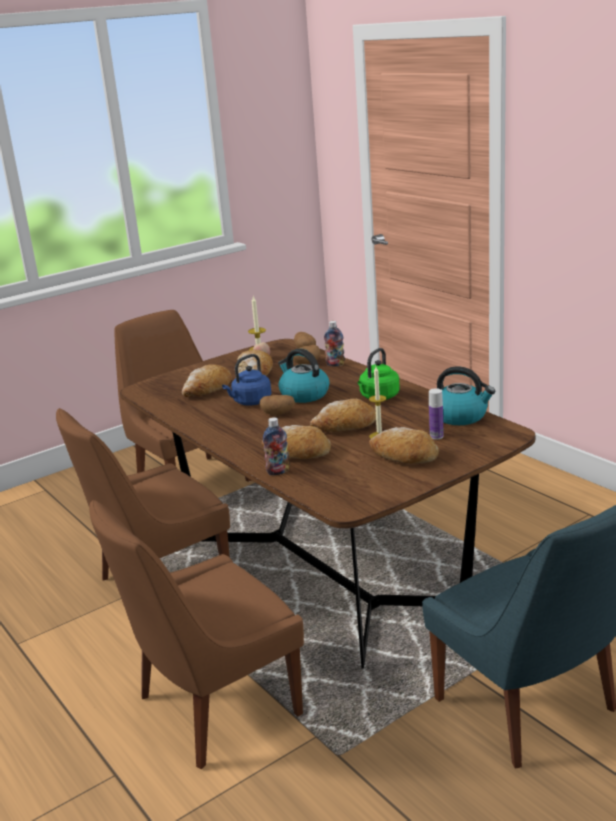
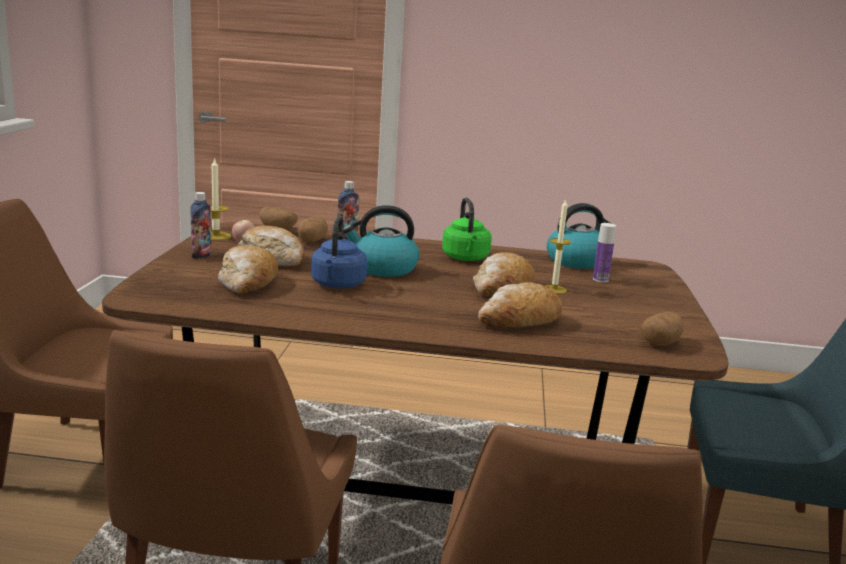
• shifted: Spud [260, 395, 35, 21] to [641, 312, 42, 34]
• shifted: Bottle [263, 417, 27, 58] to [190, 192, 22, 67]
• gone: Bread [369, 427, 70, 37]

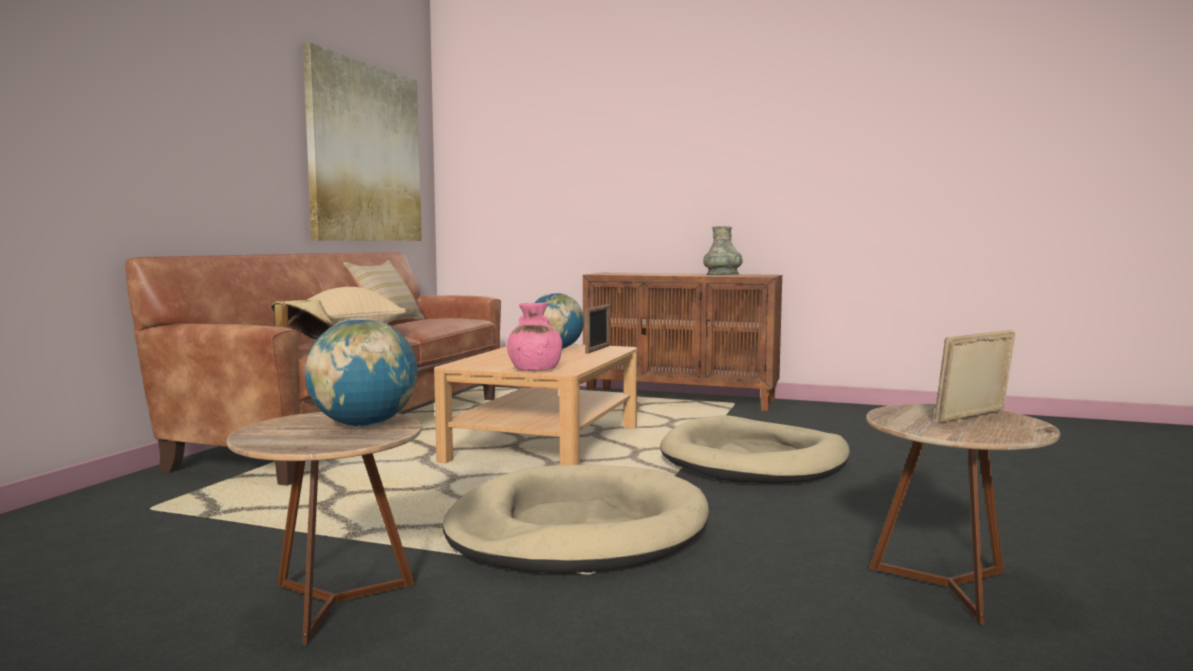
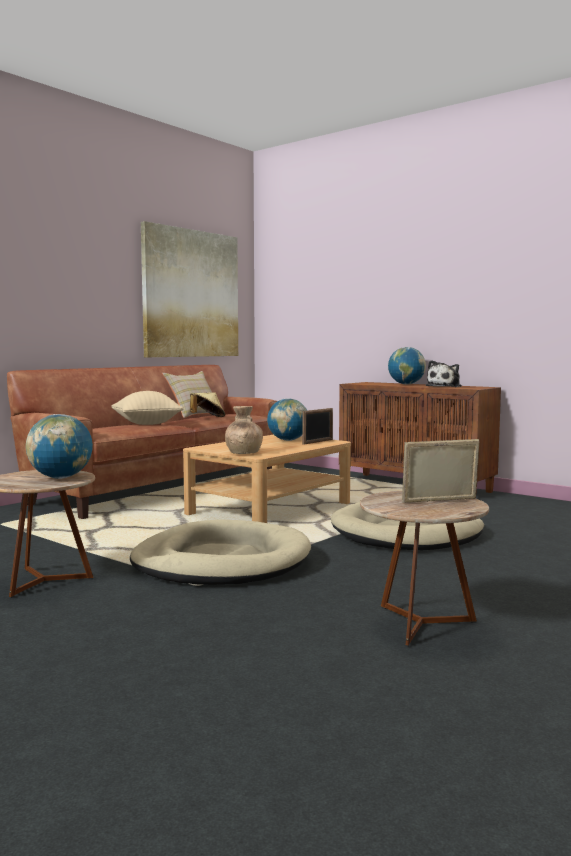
• shifted: BeigeWearableHat [271, 299, 63, 41] to [190, 393, 35, 24]
• repainted: PinkColouredFlowerVase [507, 303, 55, 68] to BrownColouredFlowerVase [225, 406, 38, 48]
• swapped: GrayFlowerVase [703, 226, 39, 49] to PlushToy [426, 360, 36, 27]
• new: DeskGlobe [388, 347, 38, 38]

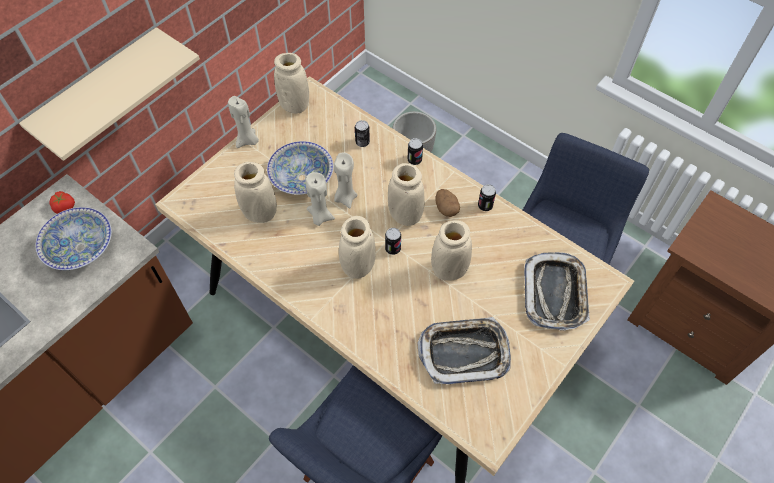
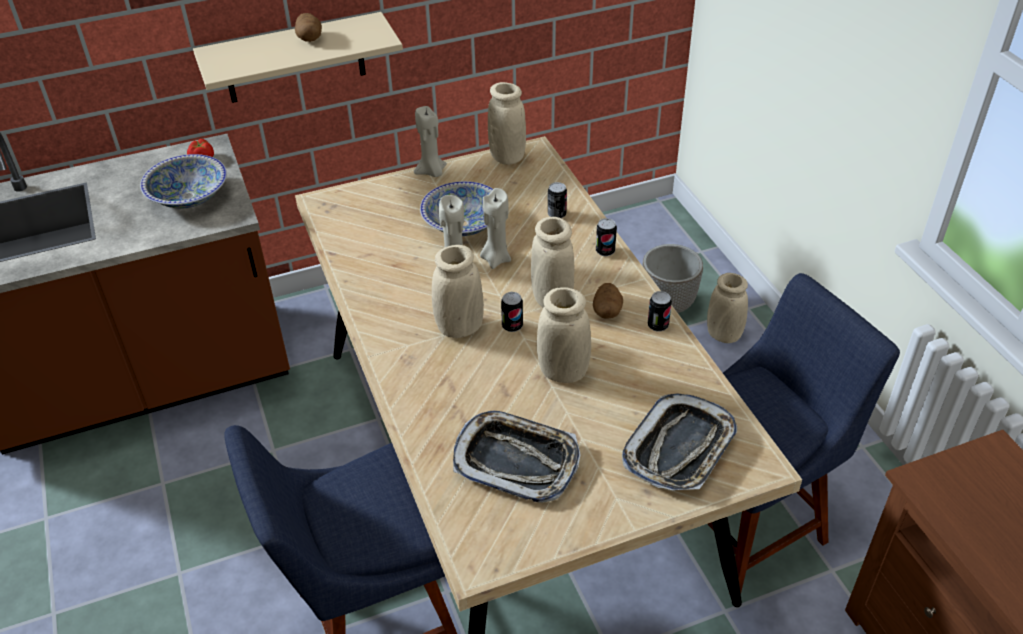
• shifted: BeigeFlowerVase [234, 162, 43, 61] to [707, 273, 41, 70]
• new: Spud [295, 13, 27, 29]

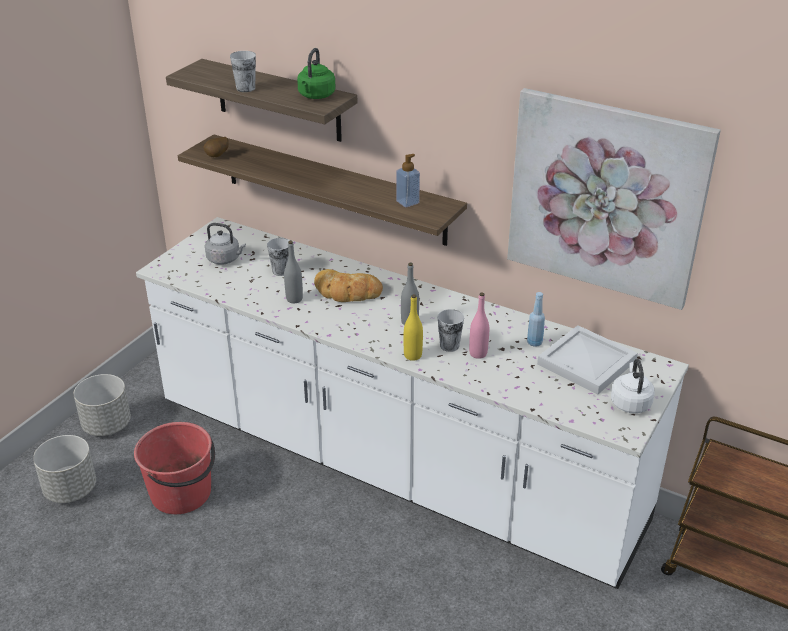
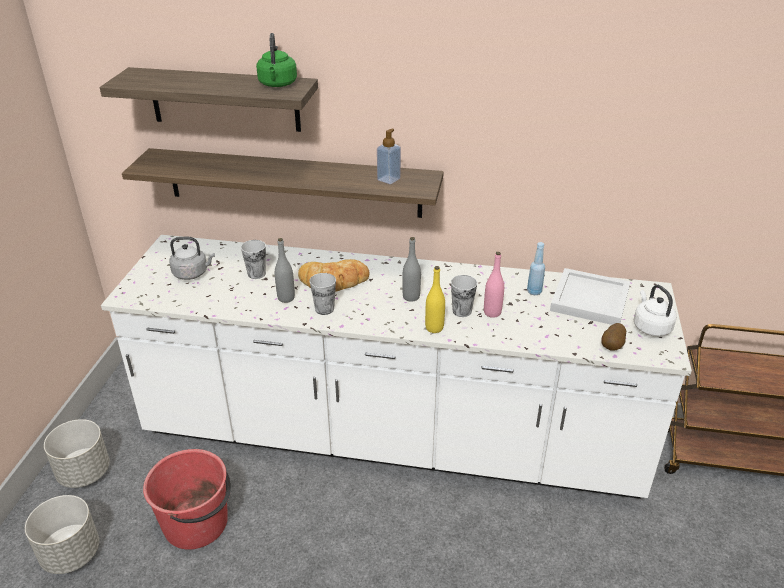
• shifted: Spud [204, 137, 25, 20] to [601, 323, 25, 28]
• shifted: SmallCup [230, 51, 26, 41] to [309, 273, 27, 42]
• gone: WallArt [507, 88, 214, 222]

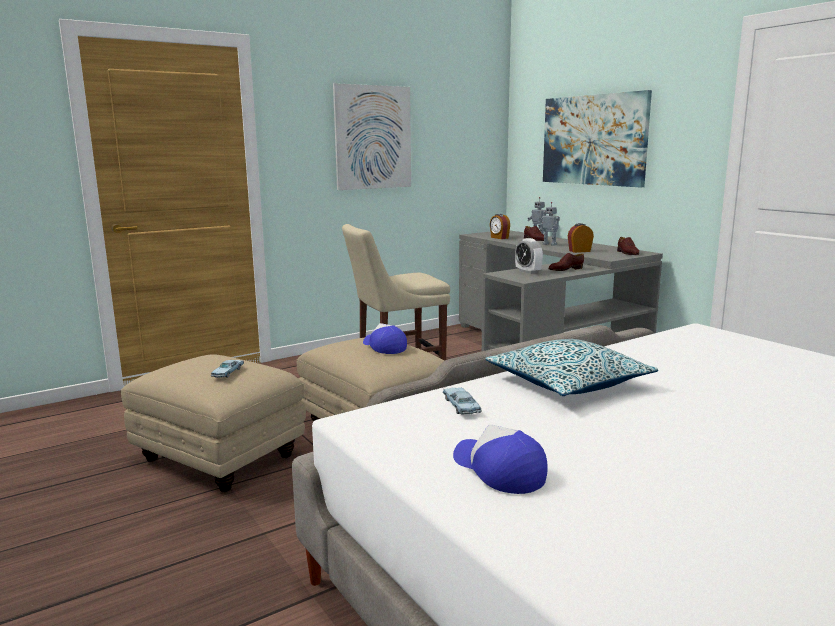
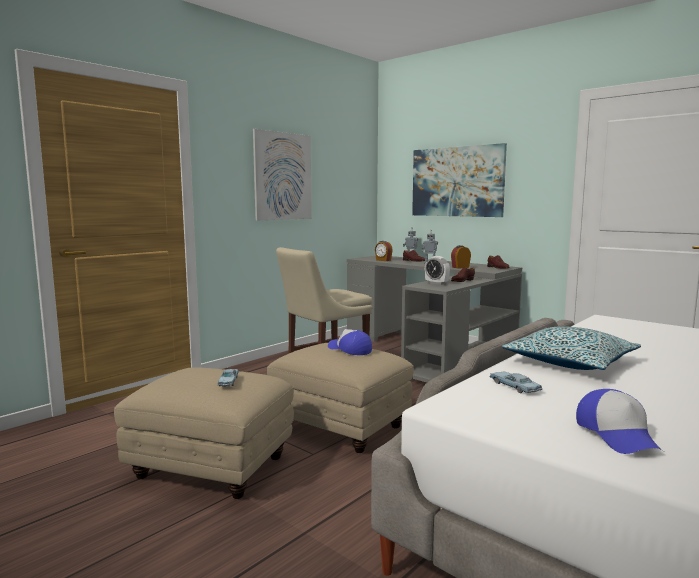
• rotated: PeakedCap [453, 424, 95, 70] = [576, 389, 86, 65] 135 degrees counterclockwise

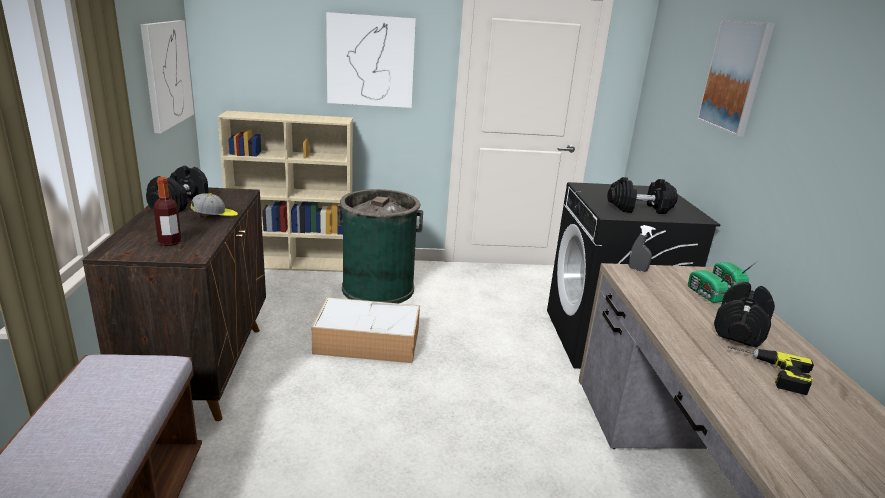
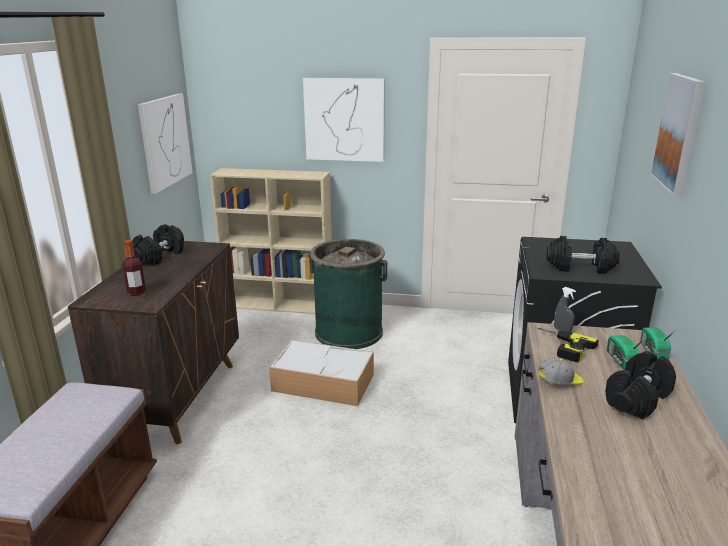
• shifted: PeakedCap [191, 193, 47, 23] to [537, 357, 47, 28]
• shifted: PowerDrill [728, 346, 86, 49] to [538, 328, 61, 34]

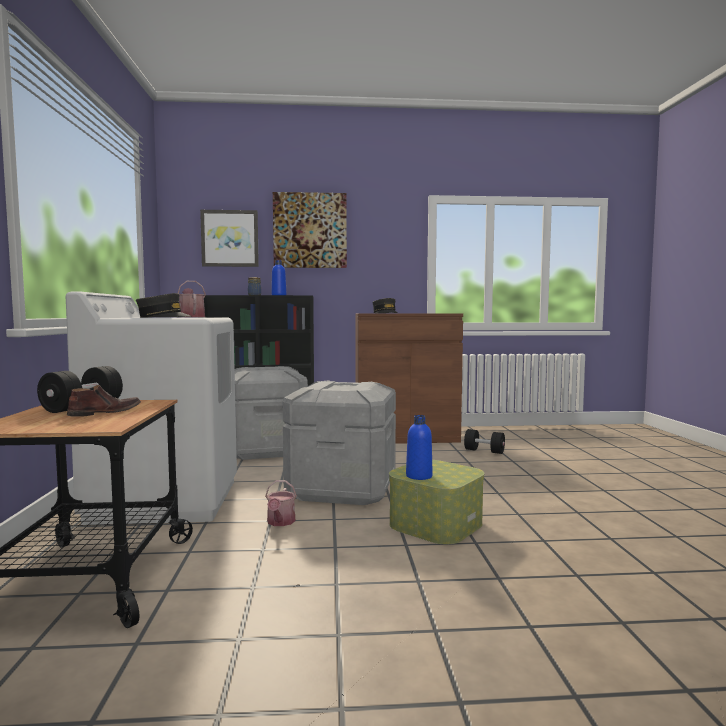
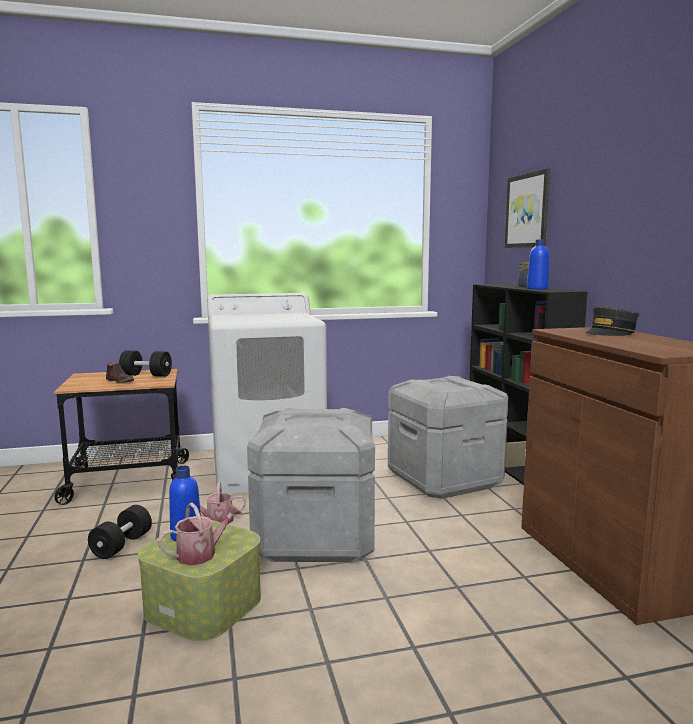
• gone: GrayPeakedCap [136, 293, 56, 25]
• shifted: WateringPot [178, 281, 28, 36] to [158, 503, 84, 63]
• gone: WallArt [273, 192, 74, 76]
• shifted: BlackFreeWeight [464, 429, 41, 25] to [88, 505, 64, 54]

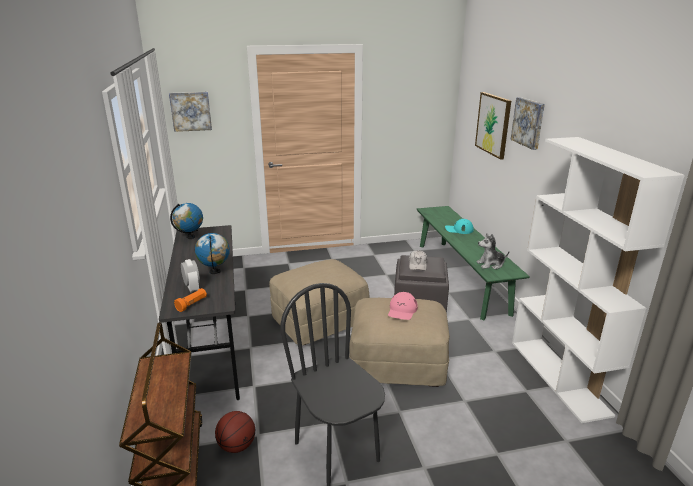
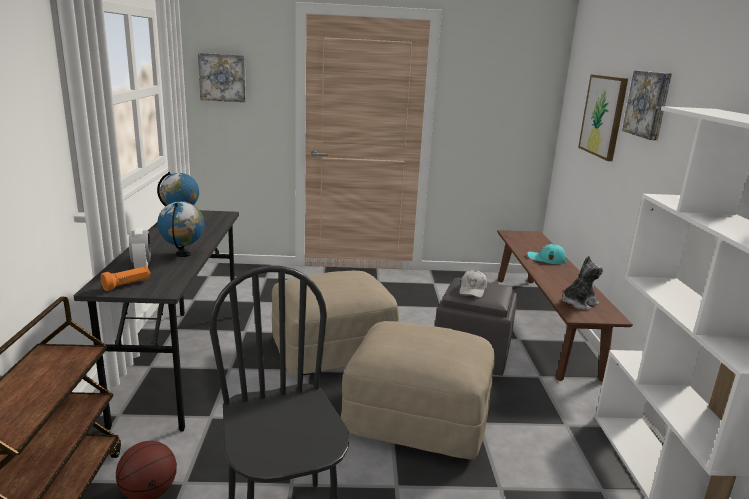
• gone: PinkColouredPeakedCap [388, 292, 30, 28]
• repainted: GreenLongSeat [417, 206, 113, 114] to BrownColouredLongSeat [497, 230, 136, 152]
• rotated: PlushToy [477, 233, 33, 36] = [562, 255, 41, 54] 150 degrees clockwise

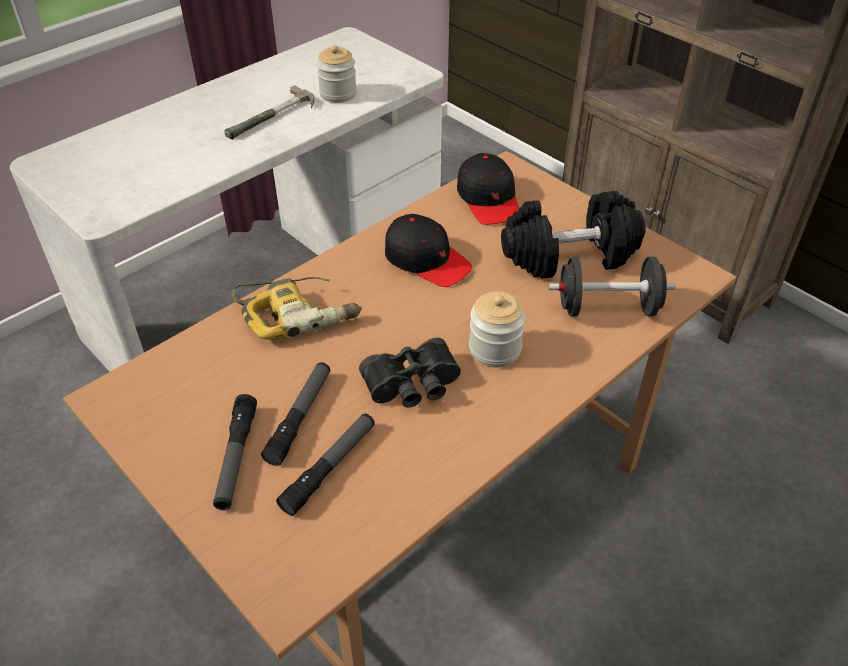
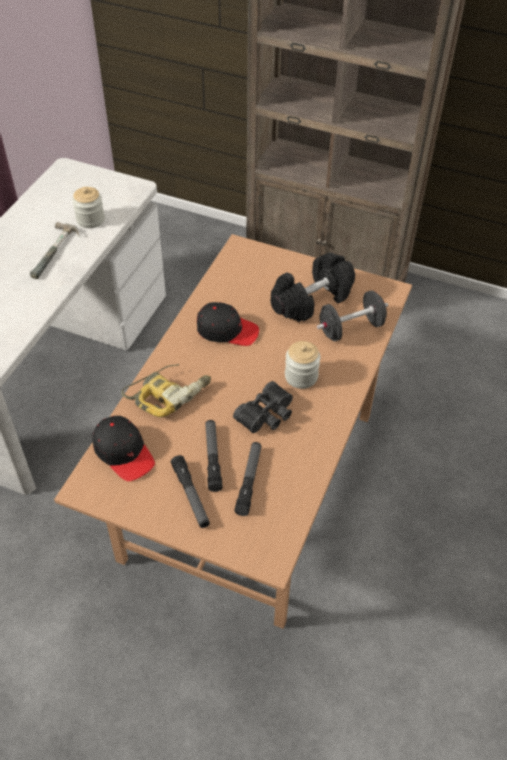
• shifted: BlackPeakedCap [457, 153, 62, 72] to [92, 416, 63, 65]

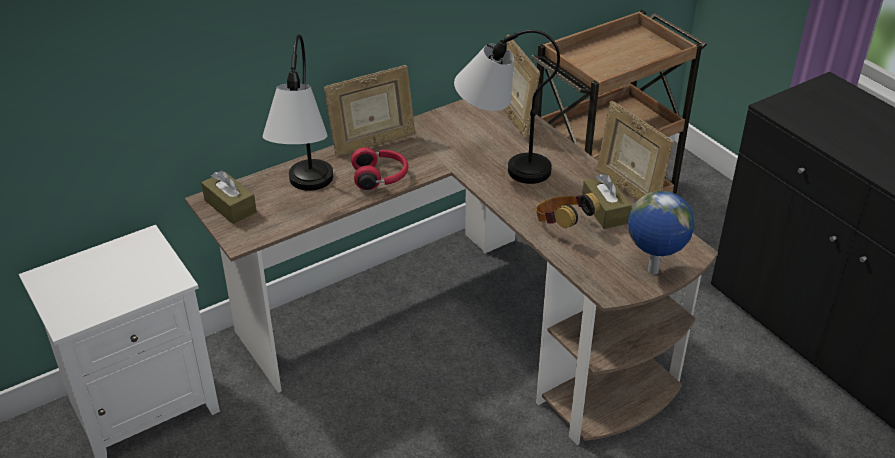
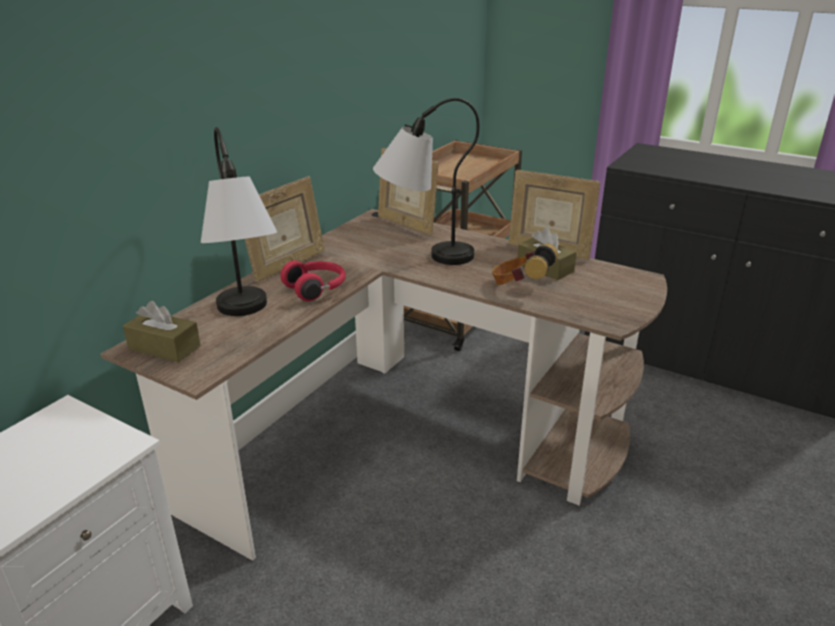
• gone: DeskGlobe [628, 191, 67, 83]

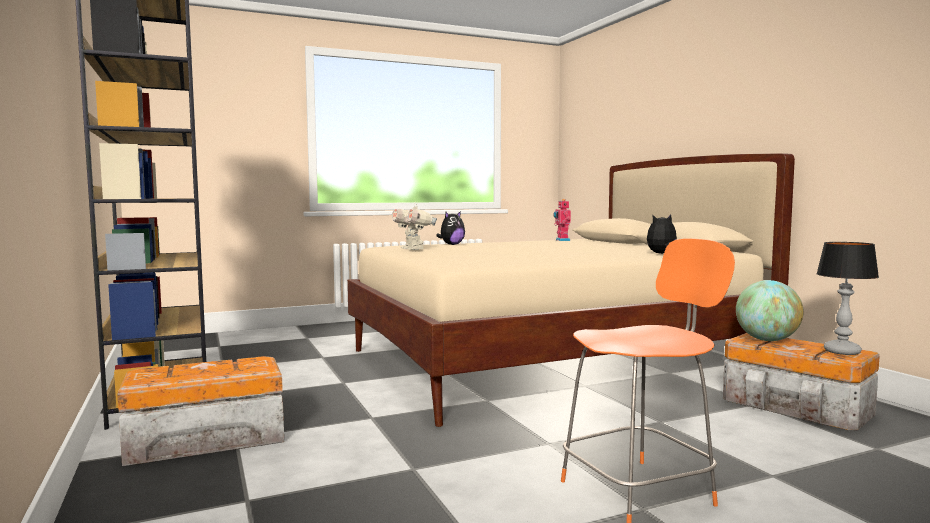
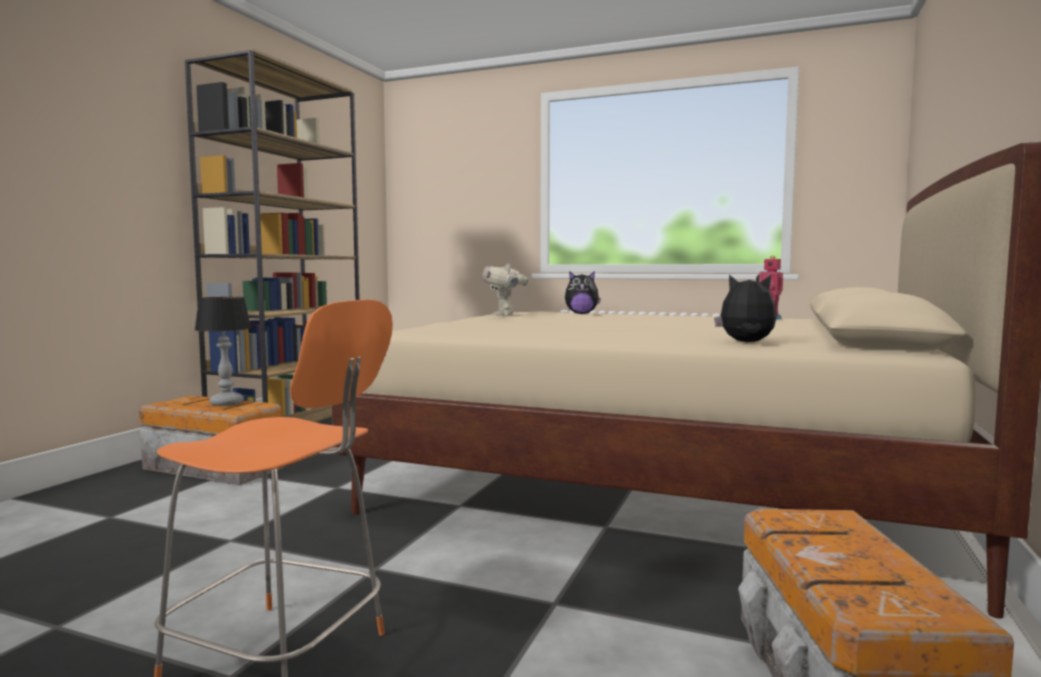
• gone: DeskGlobe [736, 280, 67, 61]
• shifted: TabletopLamp [816, 242, 63, 113] to [194, 297, 57, 109]

